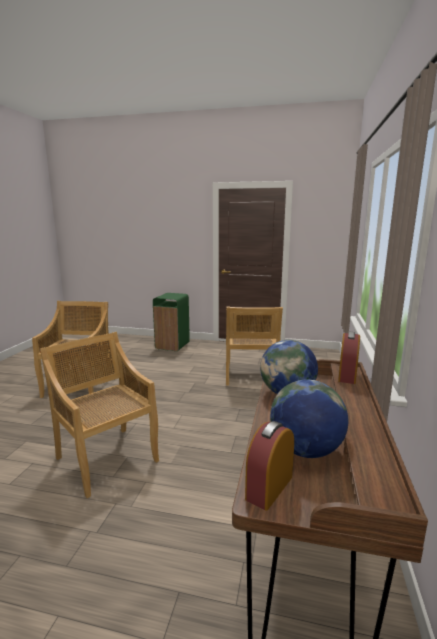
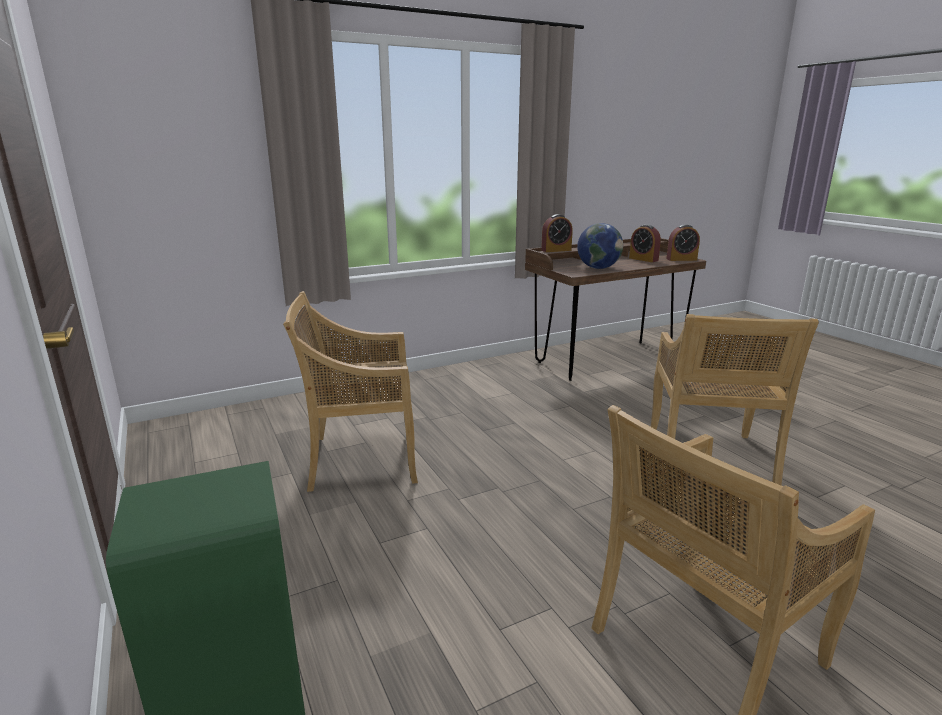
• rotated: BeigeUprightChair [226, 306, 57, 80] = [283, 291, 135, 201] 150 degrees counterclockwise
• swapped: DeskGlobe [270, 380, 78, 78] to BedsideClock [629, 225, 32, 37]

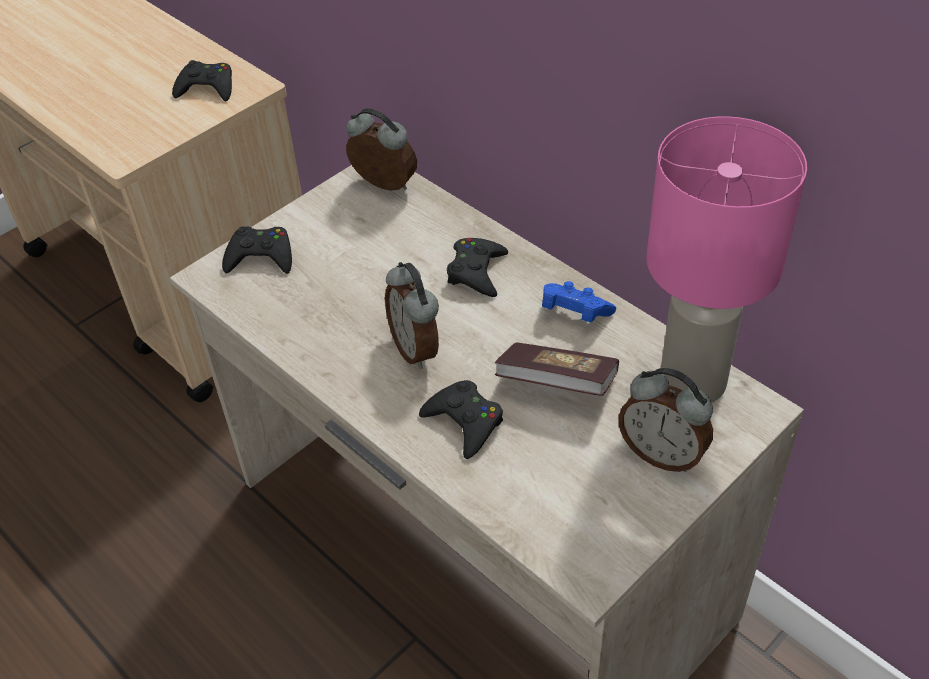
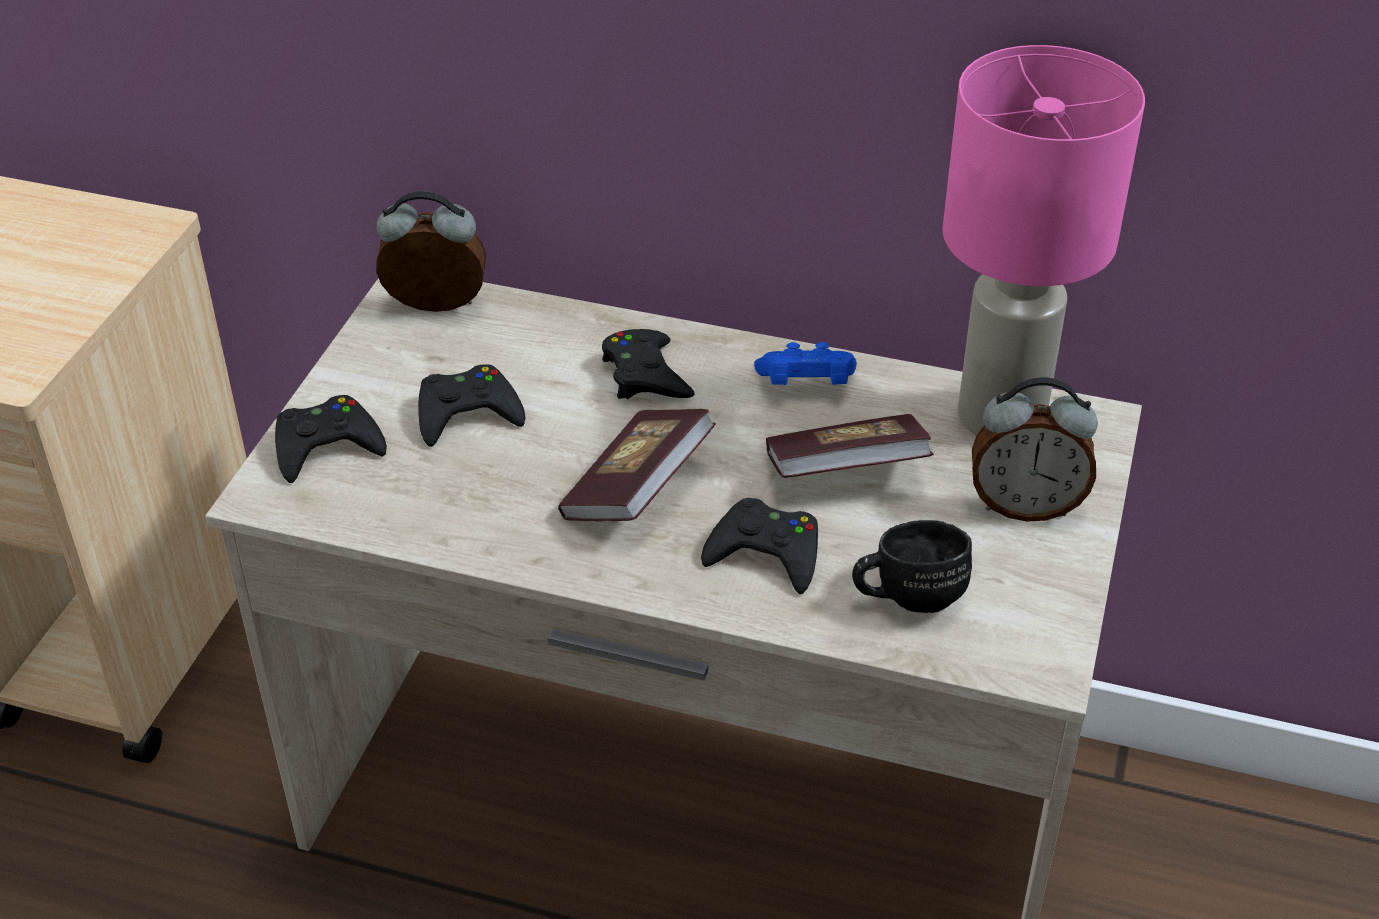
• shifted: BlackGamepad [172, 60, 60, 41] to [418, 364, 108, 83]
• swapped: BedsideClock [385, 262, 54, 107] to BoundBook [558, 409, 158, 112]
• new: BlackCoffeeMug [852, 520, 120, 93]

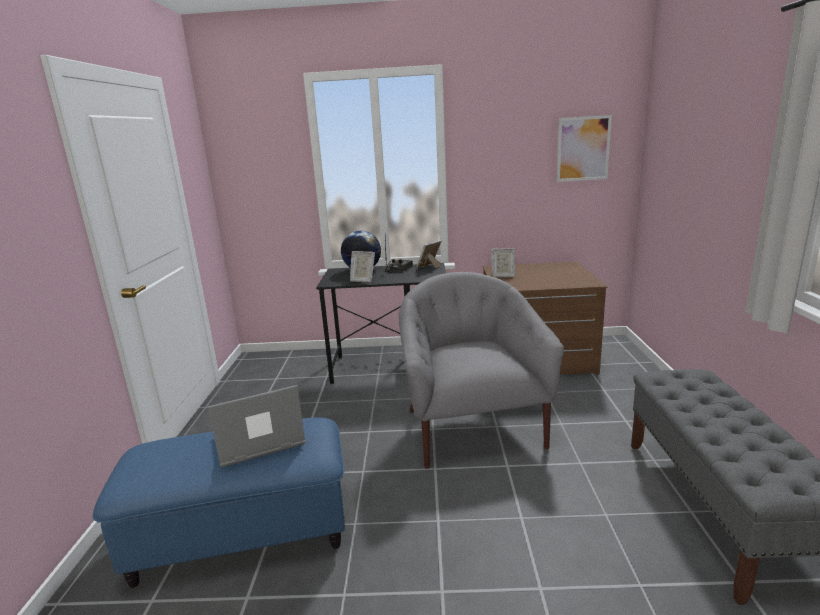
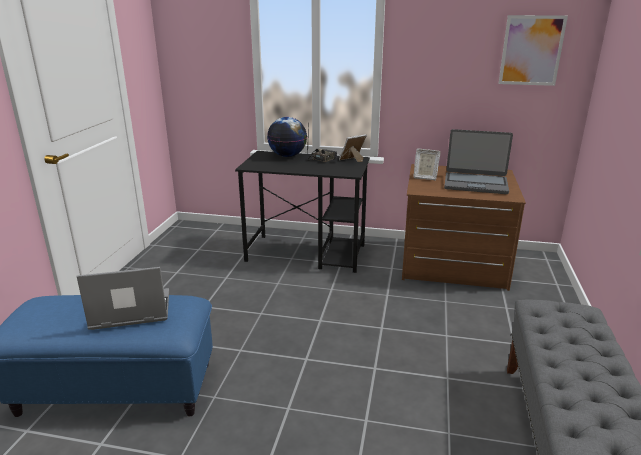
• gone: PictureFrame [350, 251, 25, 31]
• gone: GrayEasyChair [399, 272, 165, 197]
• new: NotebookComputer [444, 129, 69, 65]

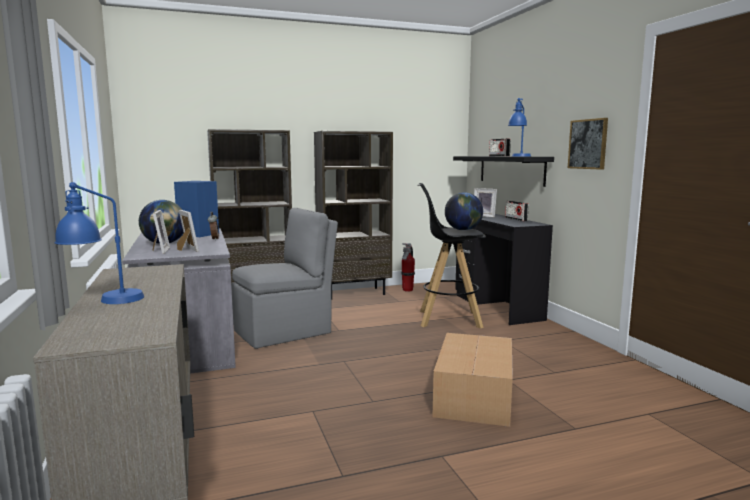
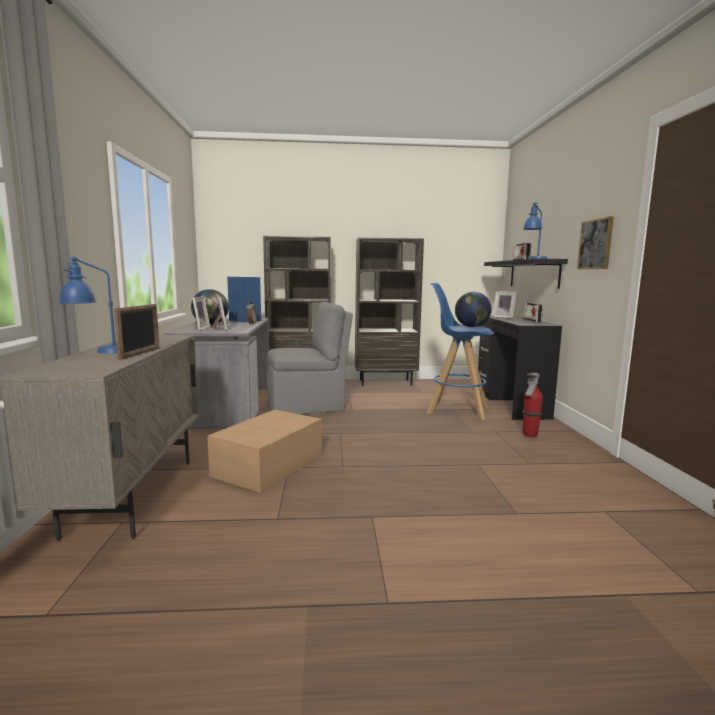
• shifted: FireFightingCylinder [401, 243, 14, 49] to [522, 373, 21, 64]
• repainted: BlackStoolSeat [417, 183, 69, 145] to BlueColouredStoolSeat [426, 283, 68, 137]
• shifted: CardboardBox [433, 333, 80, 94] to [207, 410, 115, 83]
• new: PictureFrame [114, 304, 46, 56]

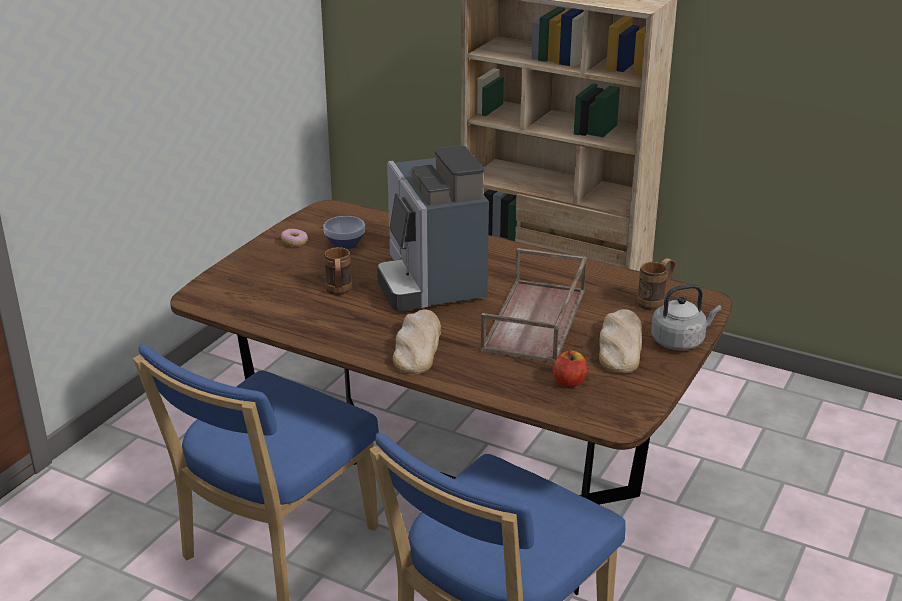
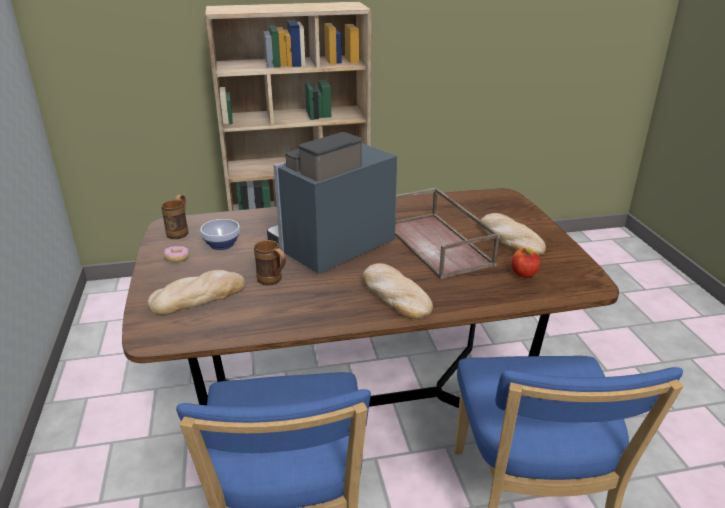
• rotated: CoffeeBrewer [377, 146, 112, 165] = [267, 132, 130, 142] 105 degrees clockwise
• shifted: BrownColouredCoffeeMug [637, 258, 38, 53] to [161, 195, 27, 44]
• gone: GrayKettle [651, 284, 71, 66]
• new: Bread [148, 270, 98, 45]

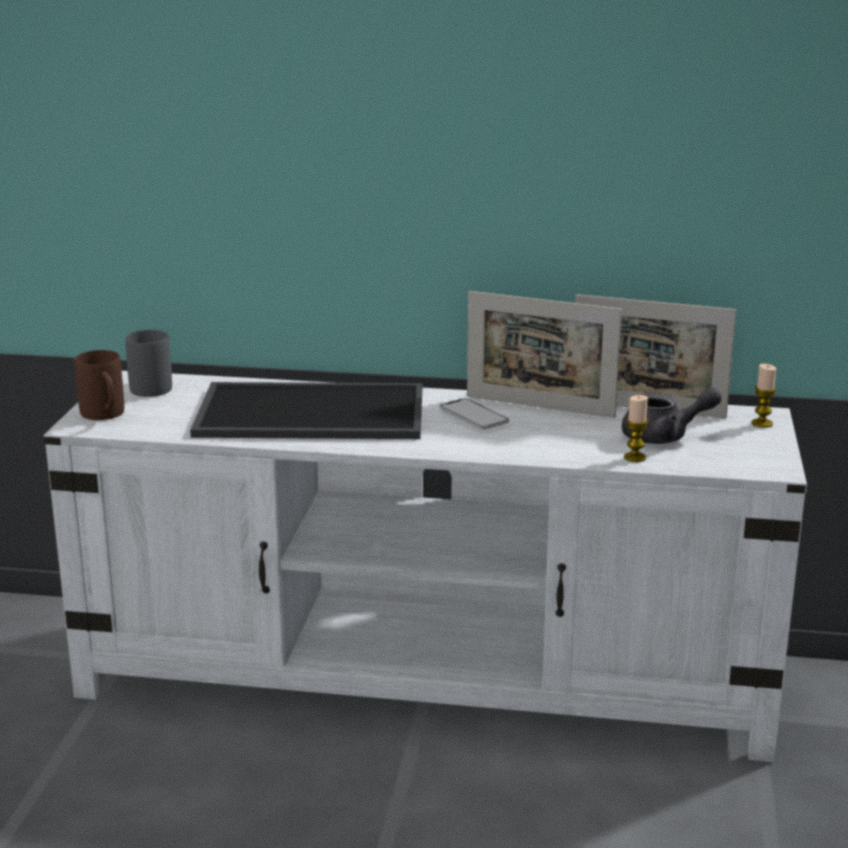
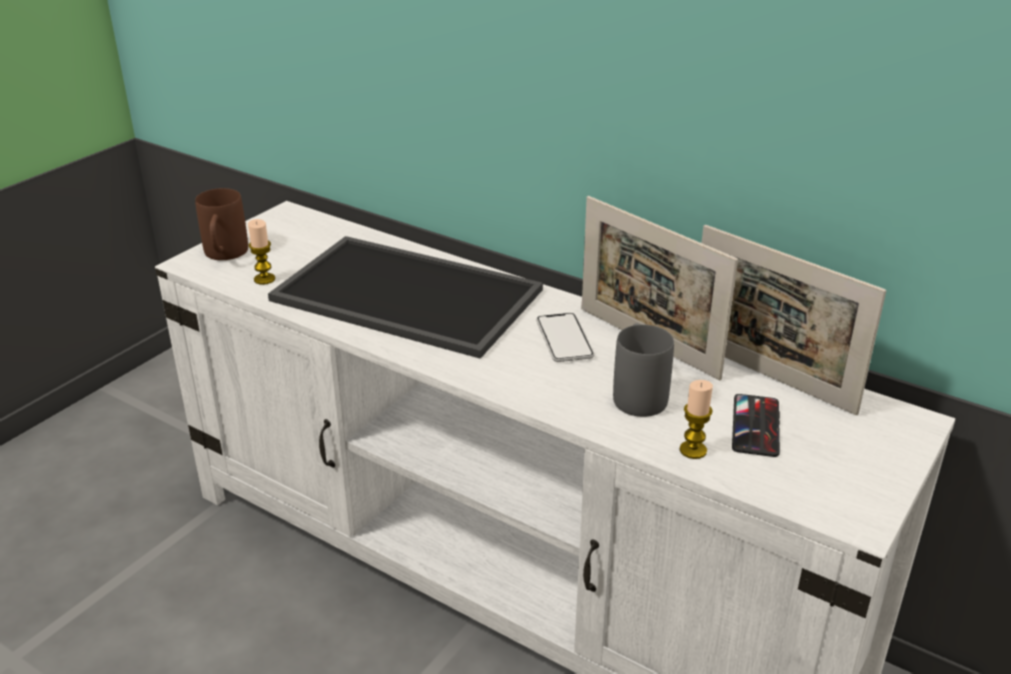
• shifted: GrayCoffeeMug [125, 330, 47, 67] to [613, 323, 61, 94]
• swapped: GrayTeapot [622, 387, 100, 57] to Phone [732, 394, 48, 63]
• shifted: WaxLight [752, 364, 24, 64] to [248, 219, 27, 66]

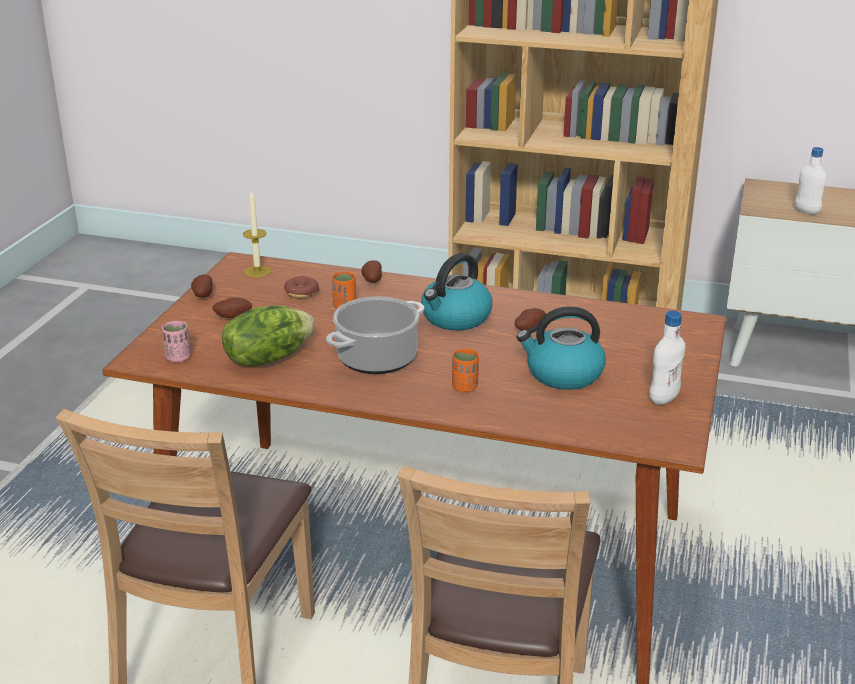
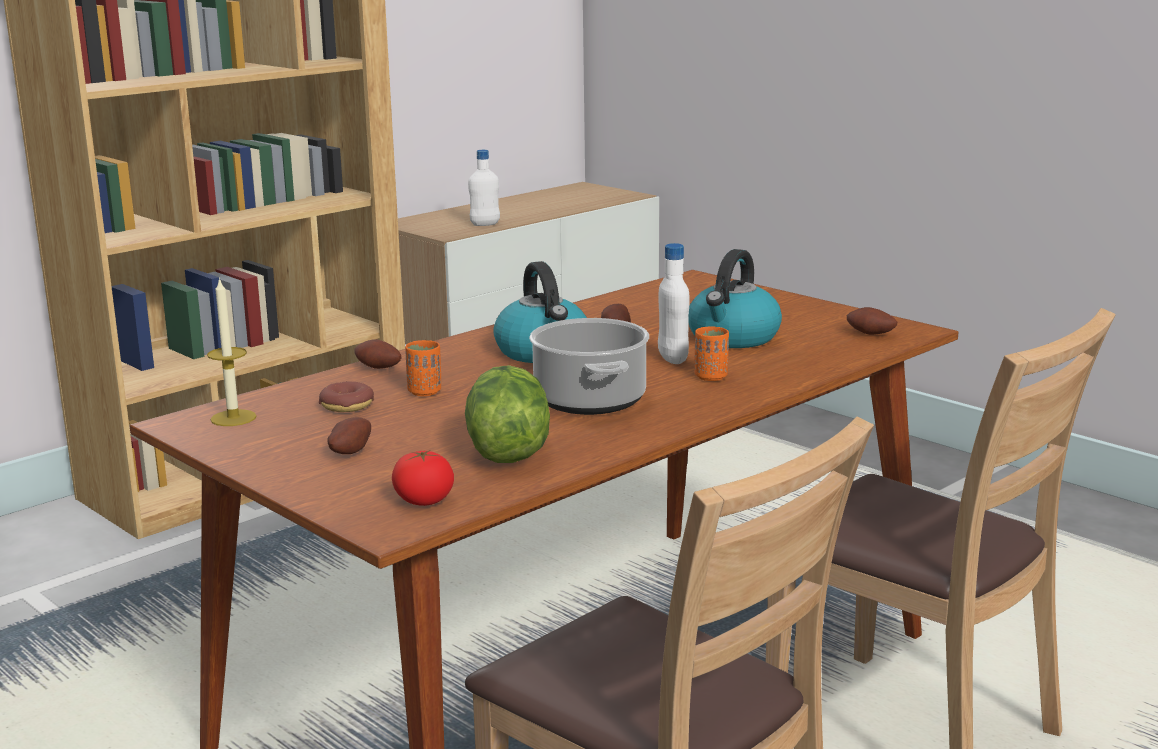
• swapped: PinkColouredSmallCup [162, 321, 29, 41] to Tomato [392, 450, 62, 56]
• shifted: Spud [191, 275, 21, 23] to [847, 307, 50, 28]
• shifted: WhiteColouredBottle [649, 311, 36, 94] to [658, 243, 31, 121]

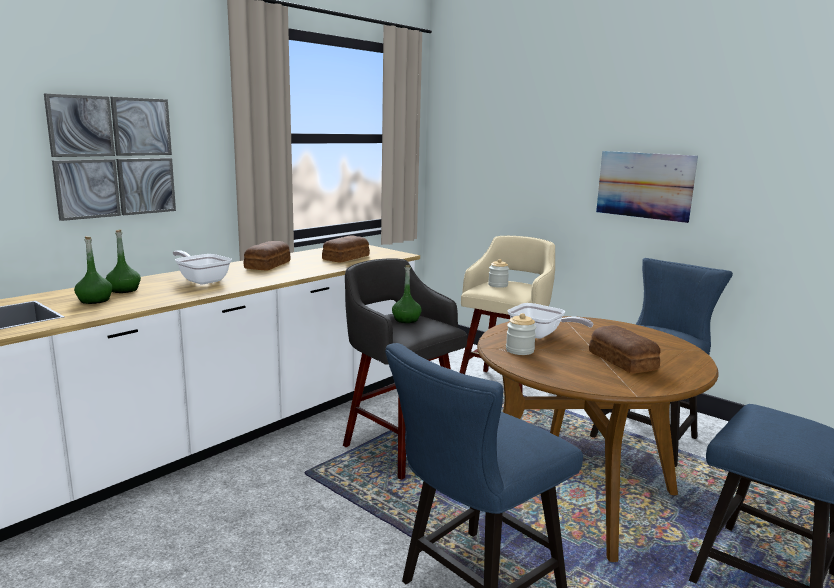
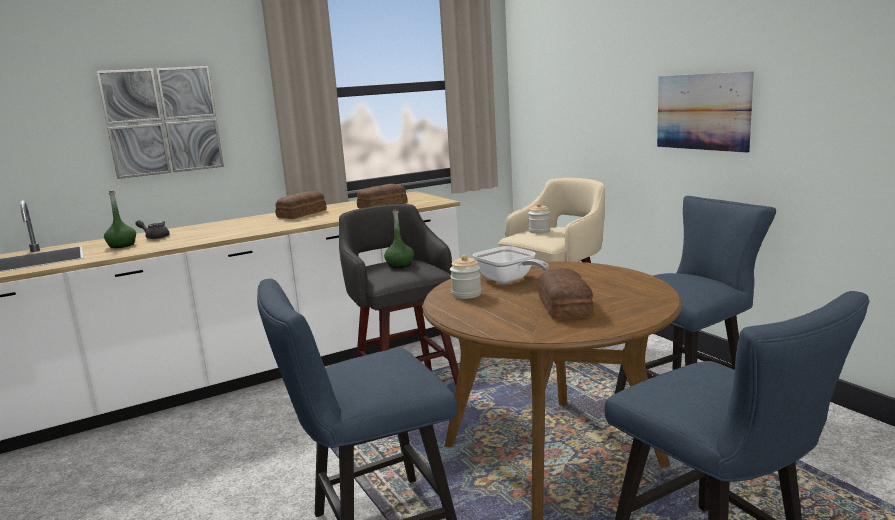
• swapped: GreenBottle [106, 229, 35, 64] to GrayTeapot [136, 220, 34, 19]
• gone: Skillet [173, 250, 59, 34]

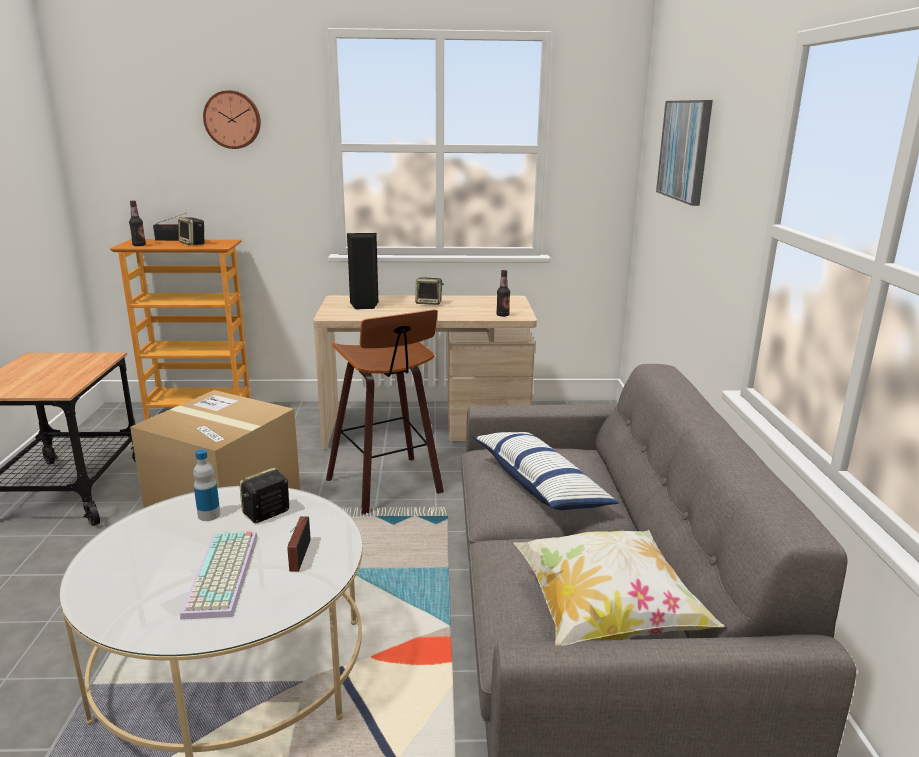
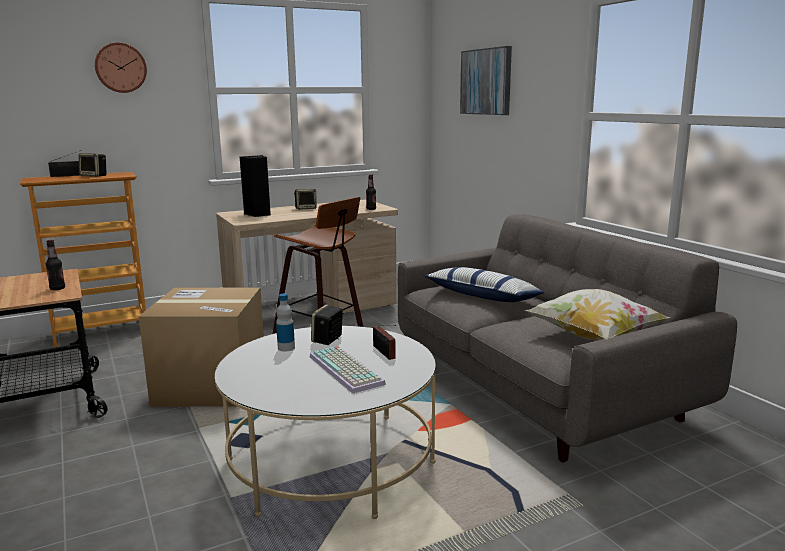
• shifted: Bottle [129, 201, 17, 45] to [46, 240, 19, 50]

